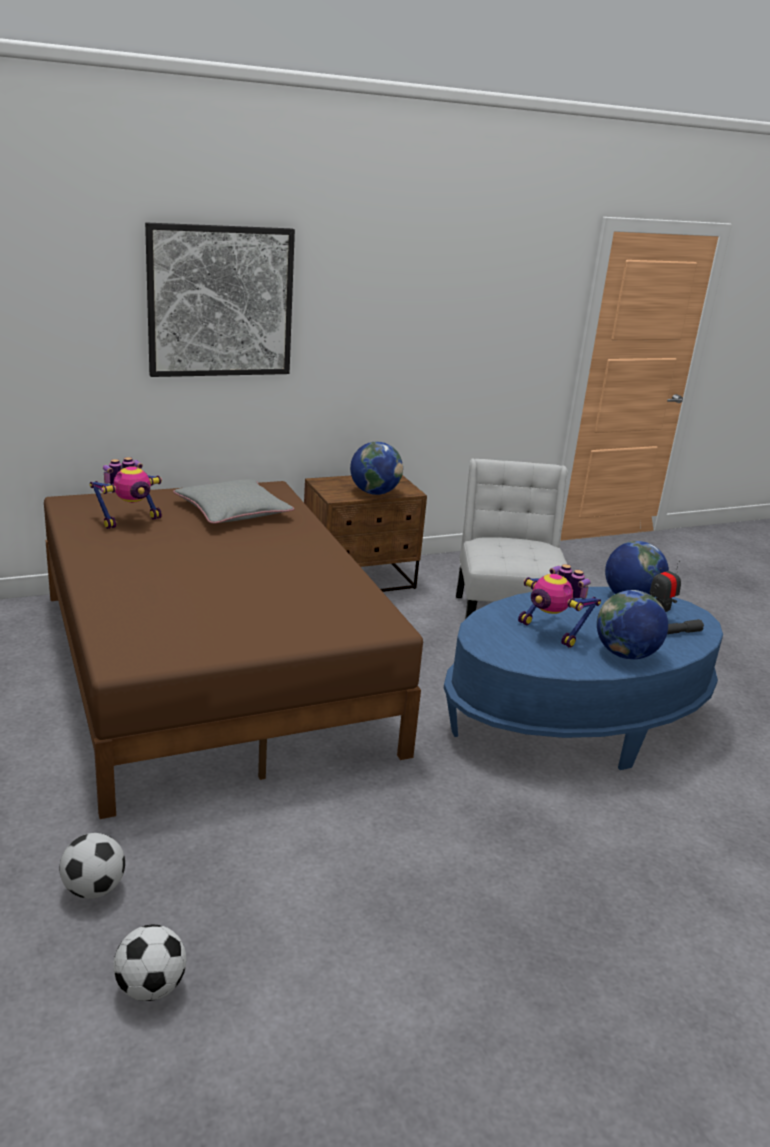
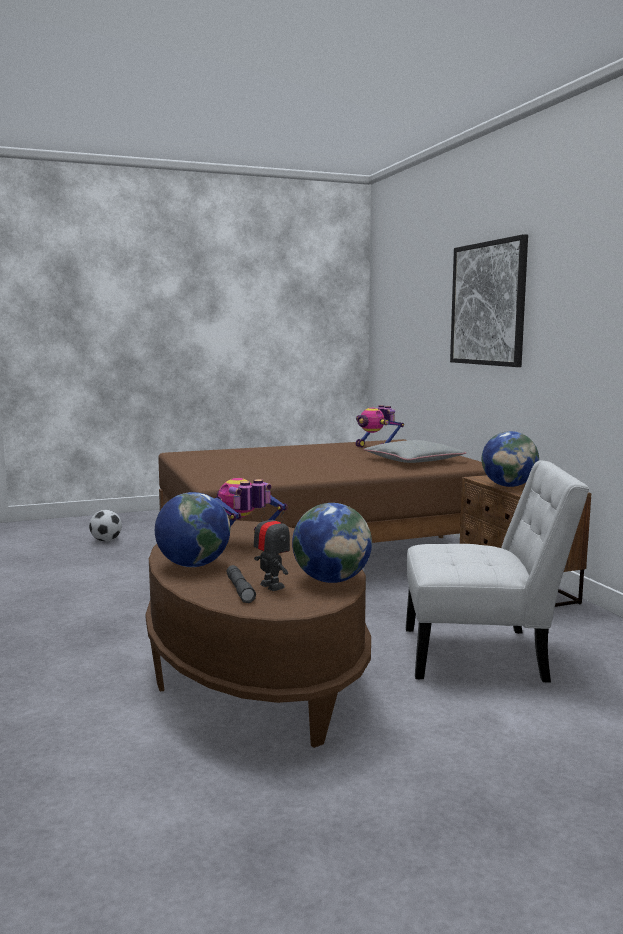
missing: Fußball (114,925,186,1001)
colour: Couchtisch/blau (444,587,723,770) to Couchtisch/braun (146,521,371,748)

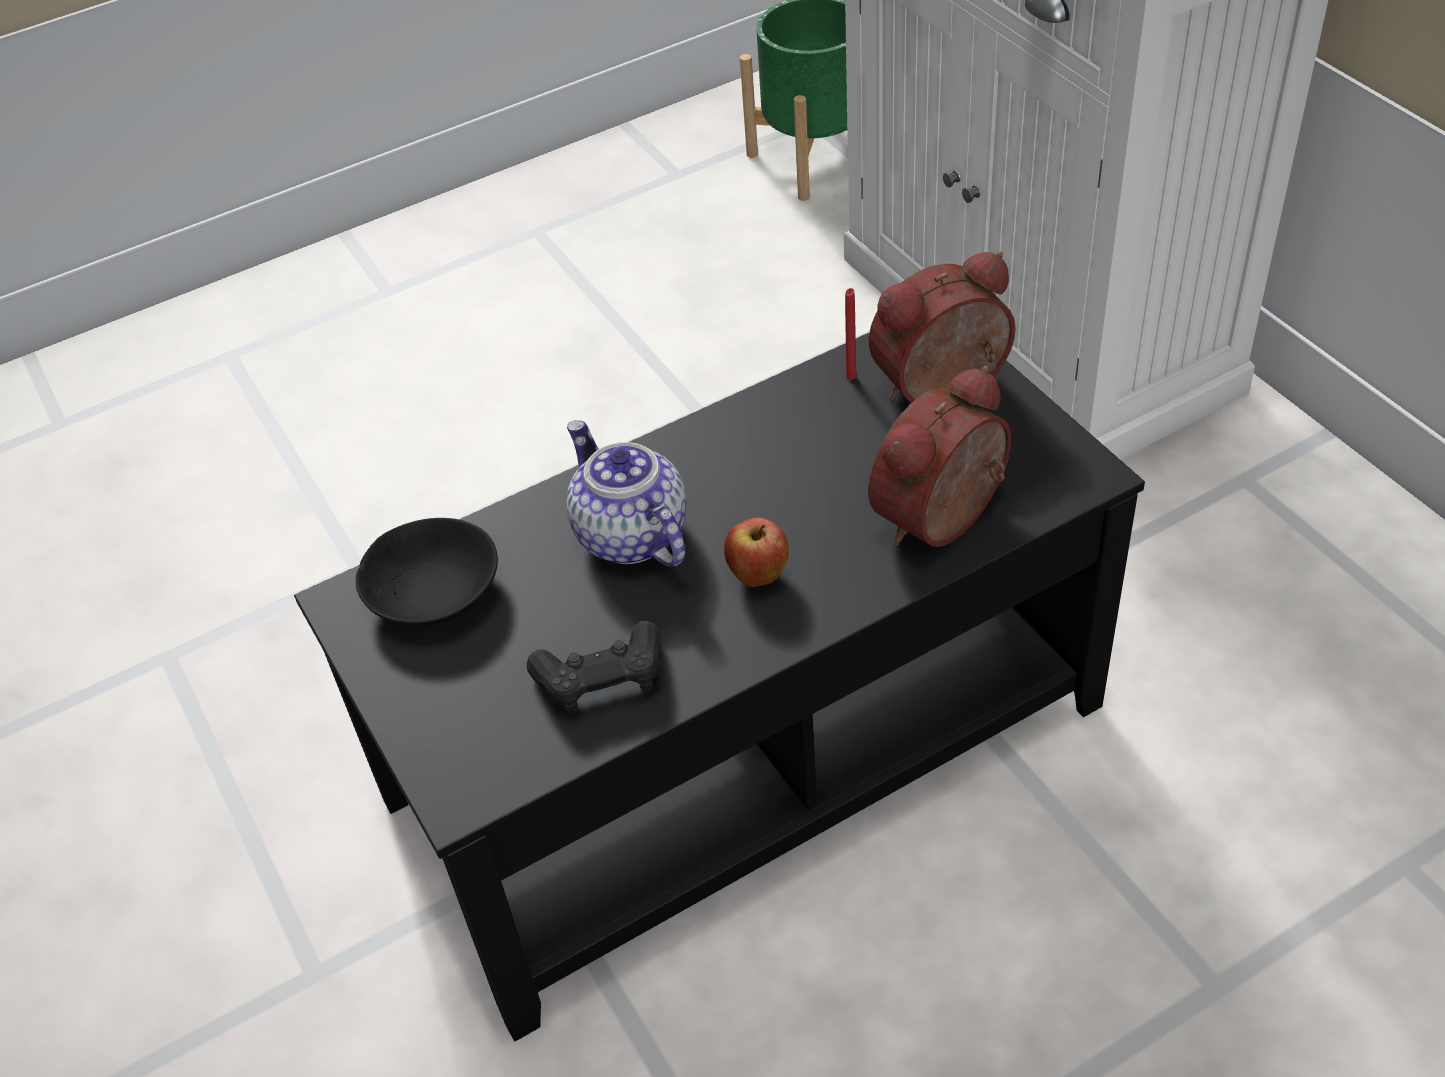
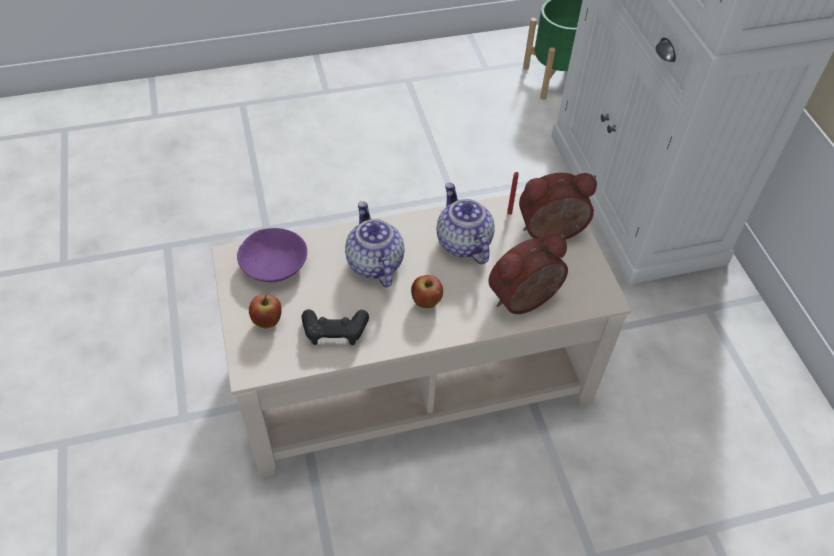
appeared: Teekanne (436,182,495,264); Apfel (249,294,282,328)
colour: Couchtisch/schwarz (294,332,1145,1041) to Couchtisch/beige (211,193,632,478); Schüssel/schwarz (356,518,498,626) to Schüssel/lila (237,228,307,282)

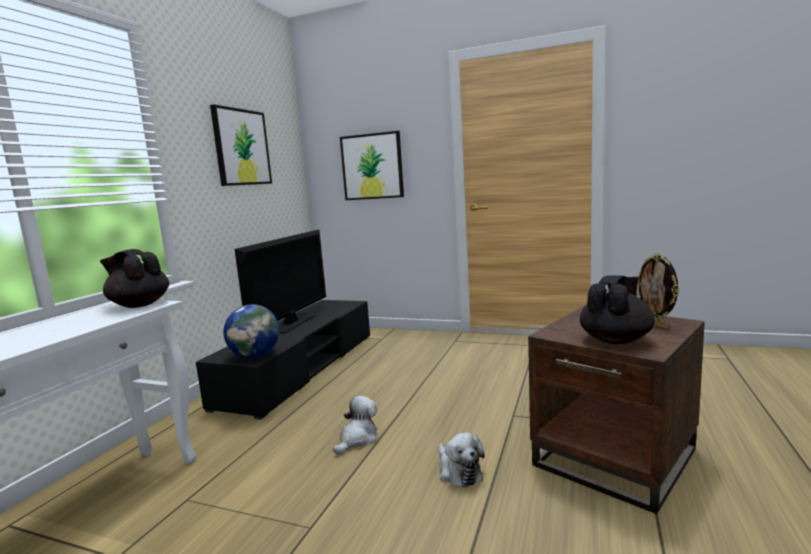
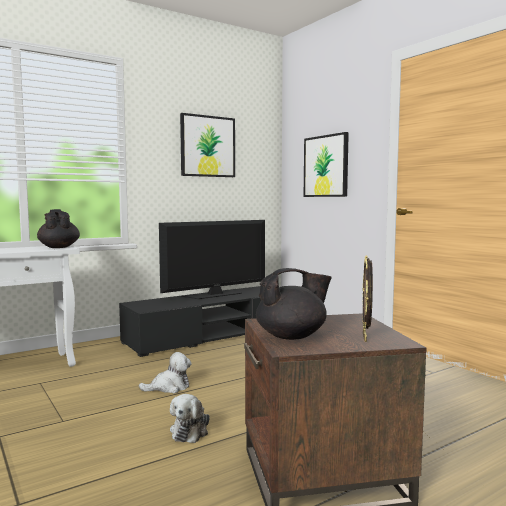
missing: Globus (223,304,279,358)

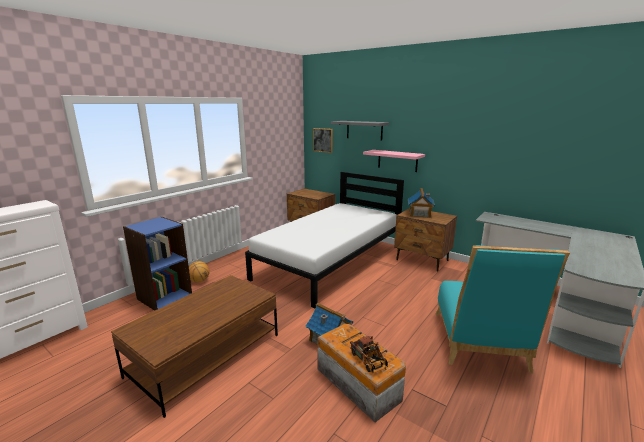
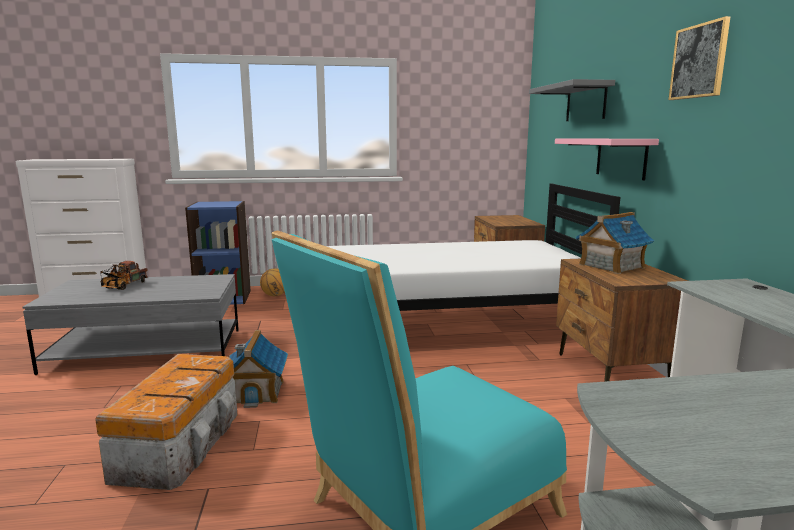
relocated: Bild (313,128,333,153) to (668,16,730,100); Spielzeuglaster (350,336,388,373) to (100,261,148,290)
colour: Couchtisch/braun (111,275,278,418) to Couchtisch/grau (22,274,239,375)

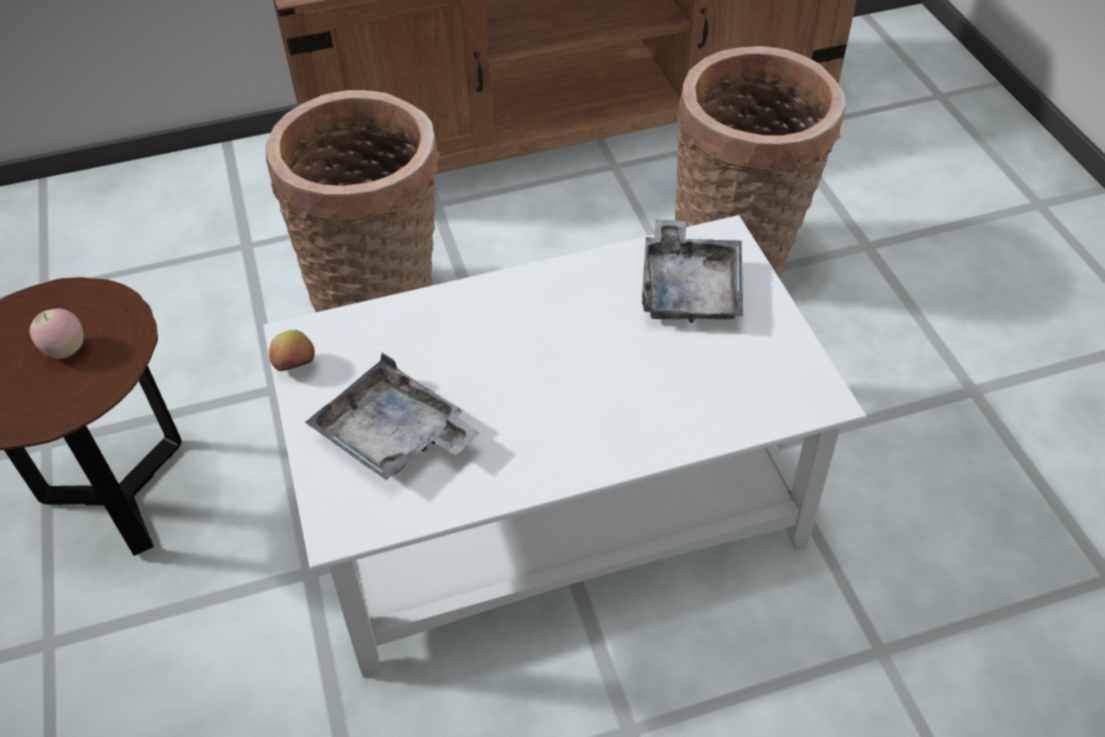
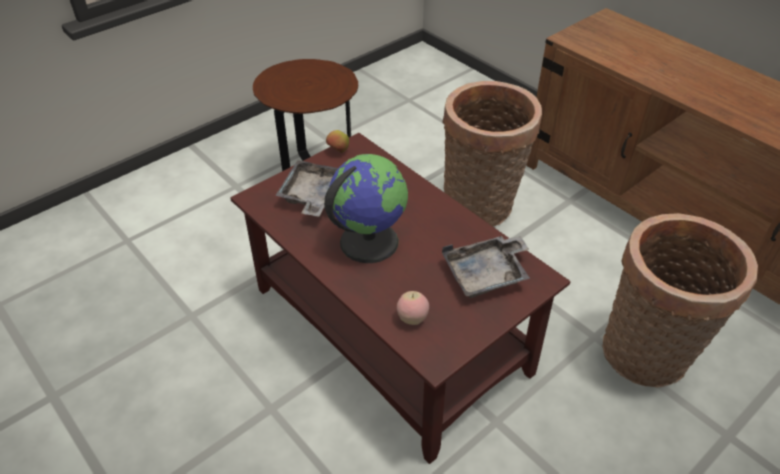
appeared: Globus (324,154,408,263)
relocated: Apfel (30,308,84,359) to (397,291,429,325)
colour: Couchtisch/weiß (263,215,867,678) to Couchtisch/braun (230,133,570,464)

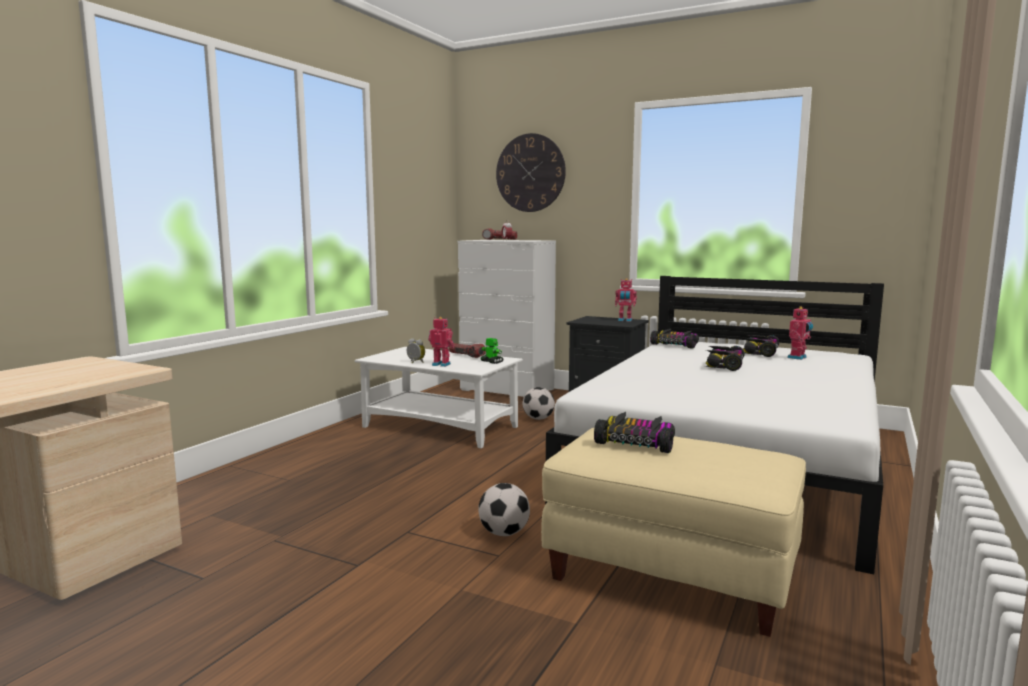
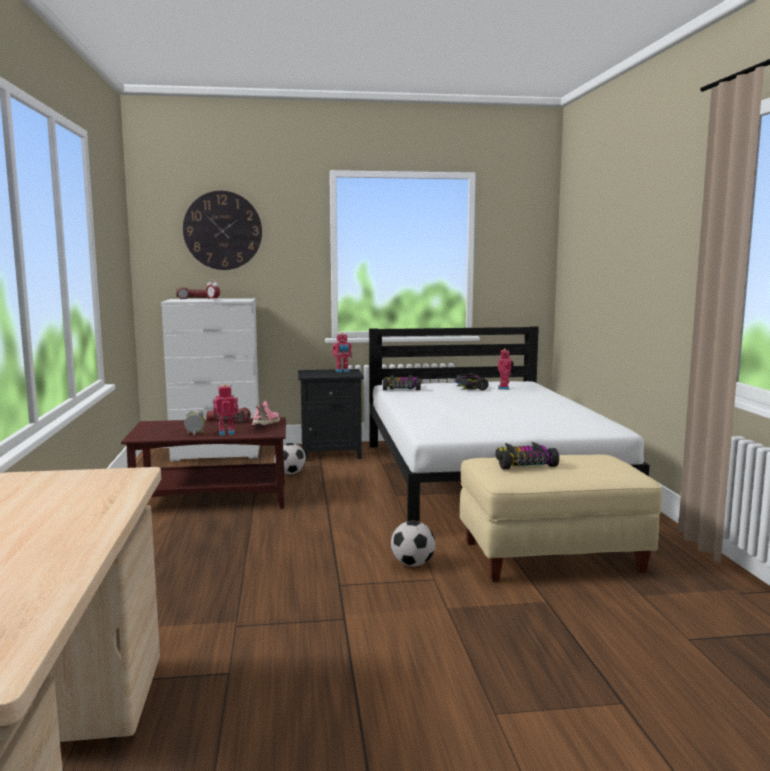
missing: Spielzeugauto (705,346,745,371)
exchanged: Spielzeugroboter (481,338,503,364) to Schuh/rosa (252,401,280,426)
colour: Couchtisch/weiß (355,347,523,448) to Couchtisch/braun (121,417,286,508)

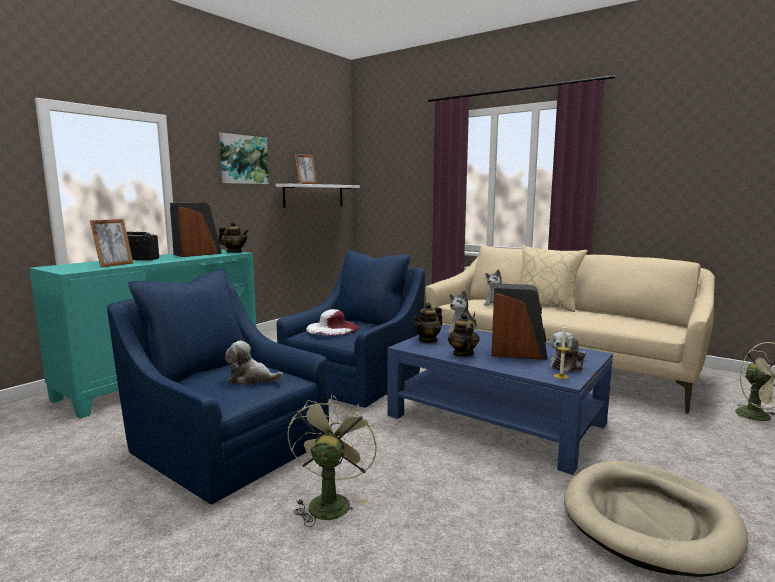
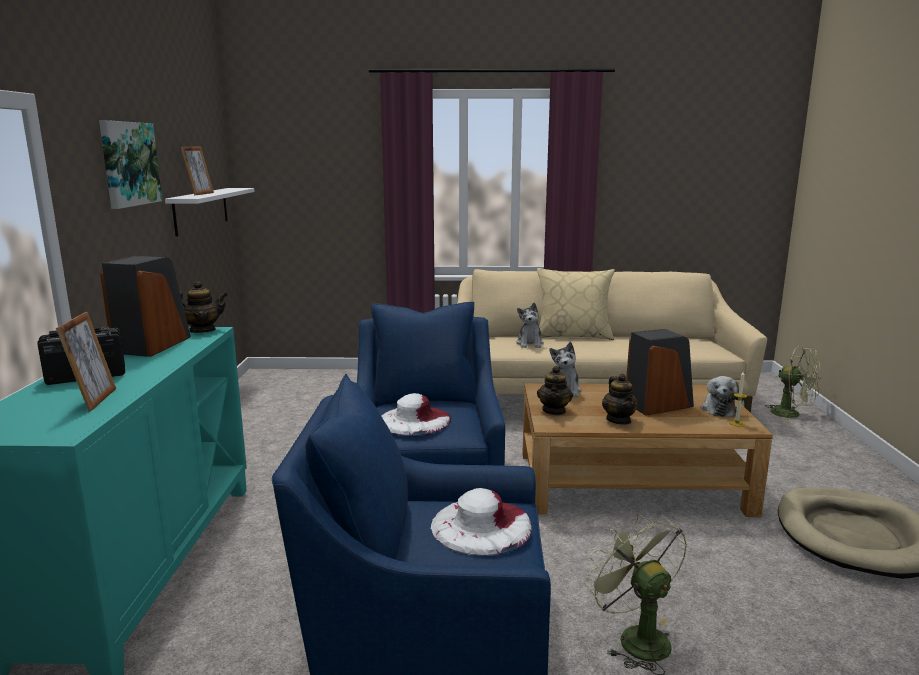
exchanged: Plüschtier (225,341,283,385) to Hut/weiß (431,488,532,556)
colour: Couchtisch/blau (387,324,613,475) to Couchtisch/braun (522,384,773,517)
spun: Teekanne (448,313,480,357) = (602,374,638,425) 150 degrees counterclockwise

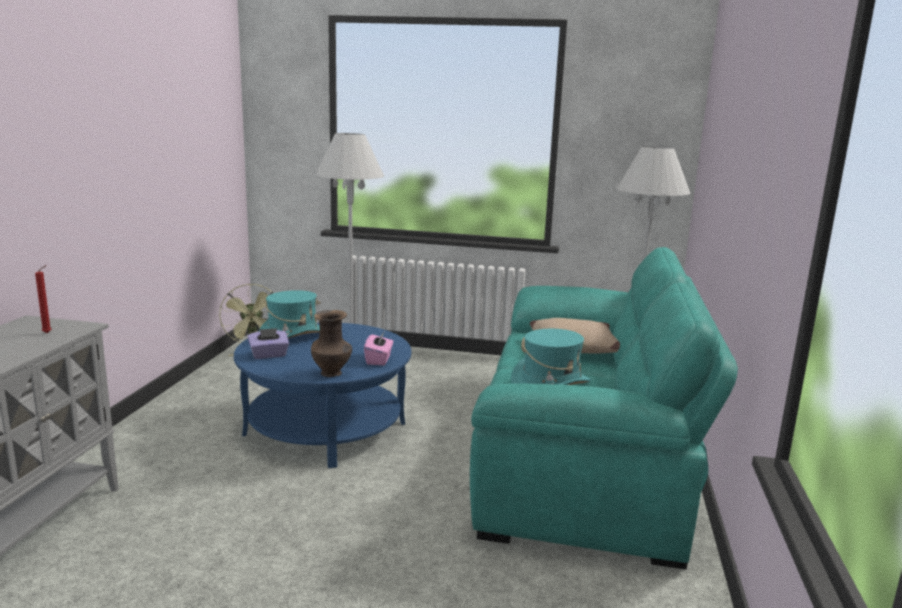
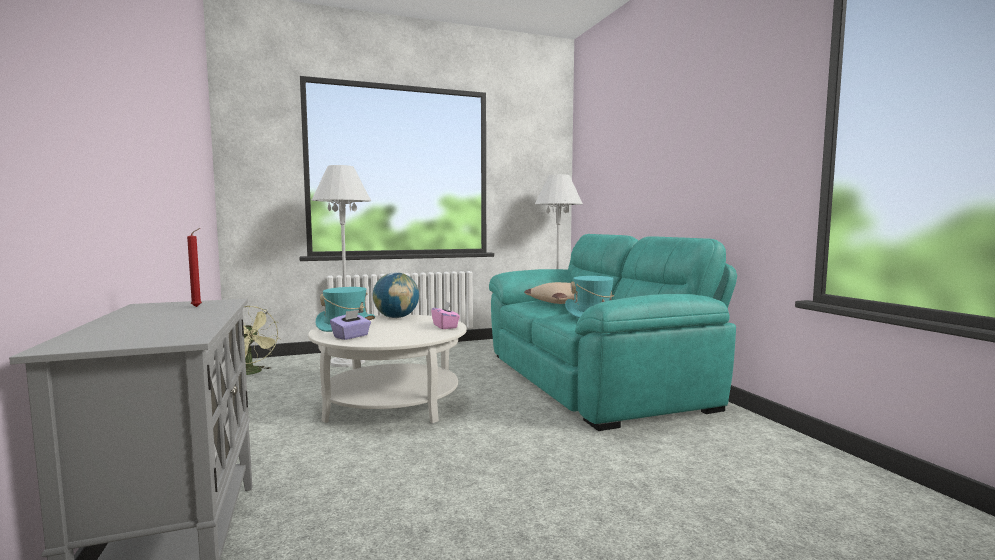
missing: Vase/braun (311,310,352,377)
appeared: Globus (373,272,419,318)
colour: Couchtisch/blau (234,323,411,468) to Couchtisch/weiß (308,315,467,423)

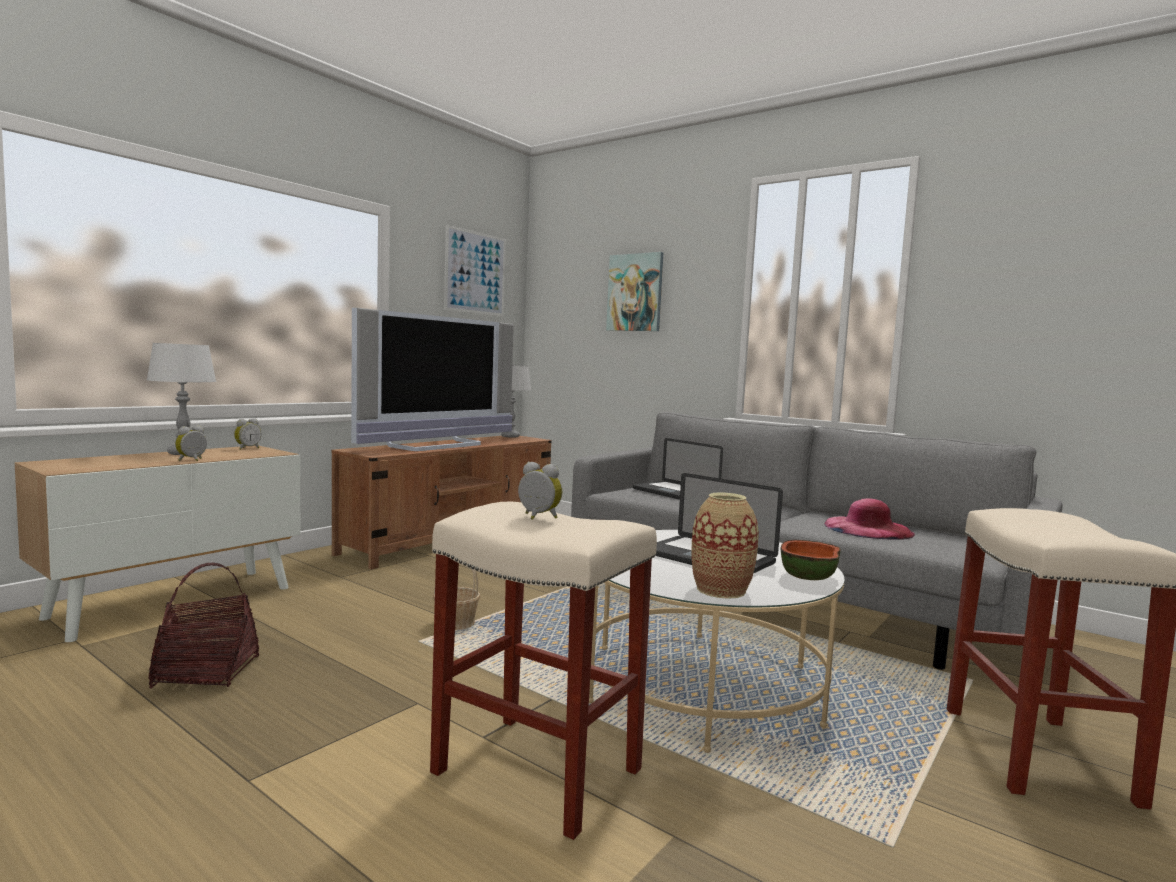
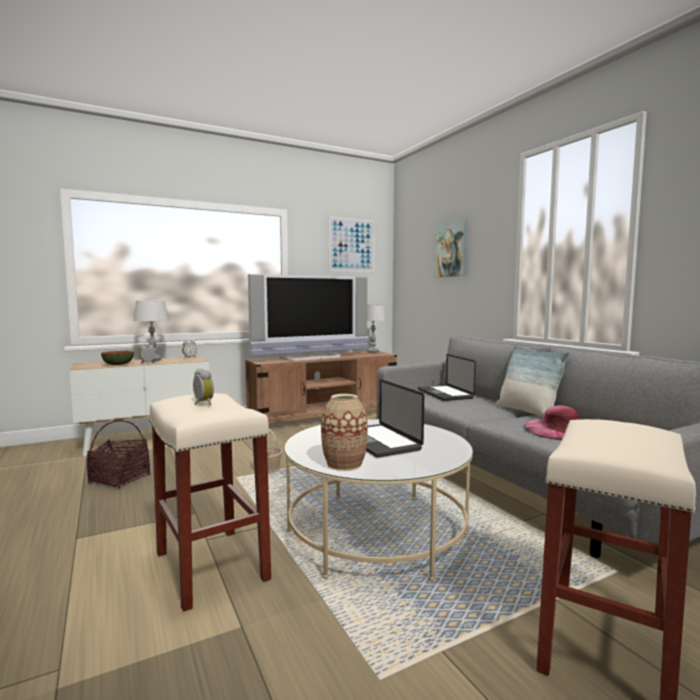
appeared: Kissen (496,345,569,418)
relocated: Schüssel (780,540,841,580) to (101,351,134,365)

